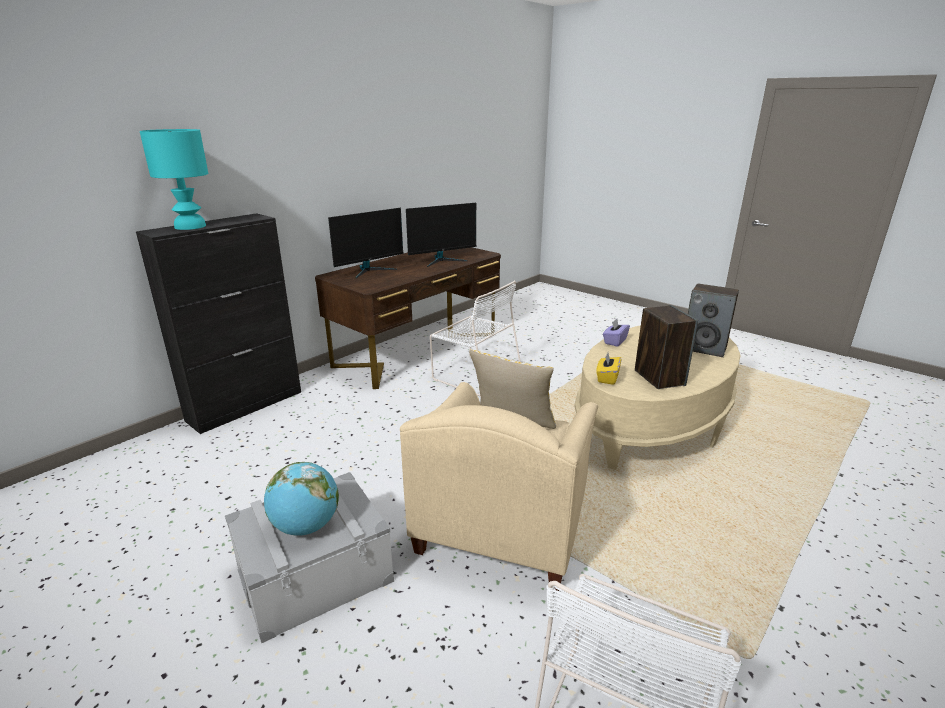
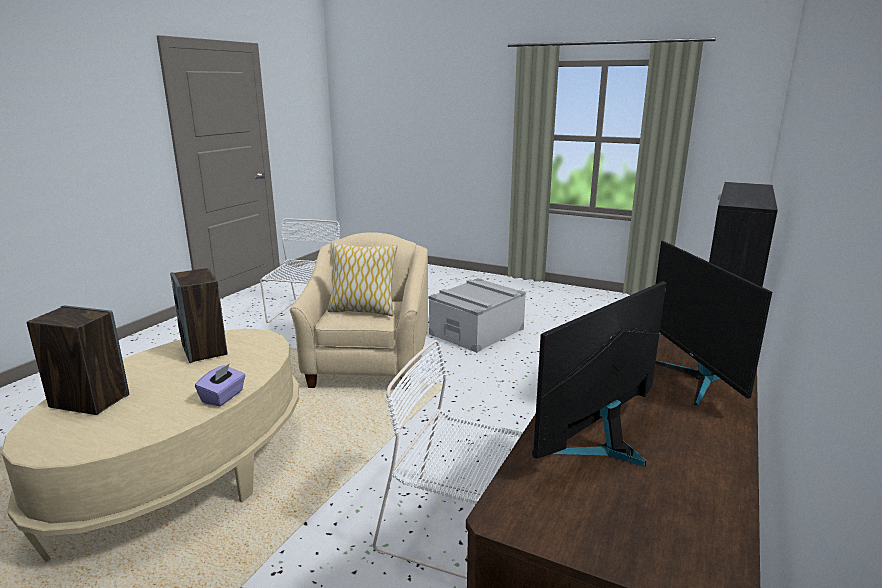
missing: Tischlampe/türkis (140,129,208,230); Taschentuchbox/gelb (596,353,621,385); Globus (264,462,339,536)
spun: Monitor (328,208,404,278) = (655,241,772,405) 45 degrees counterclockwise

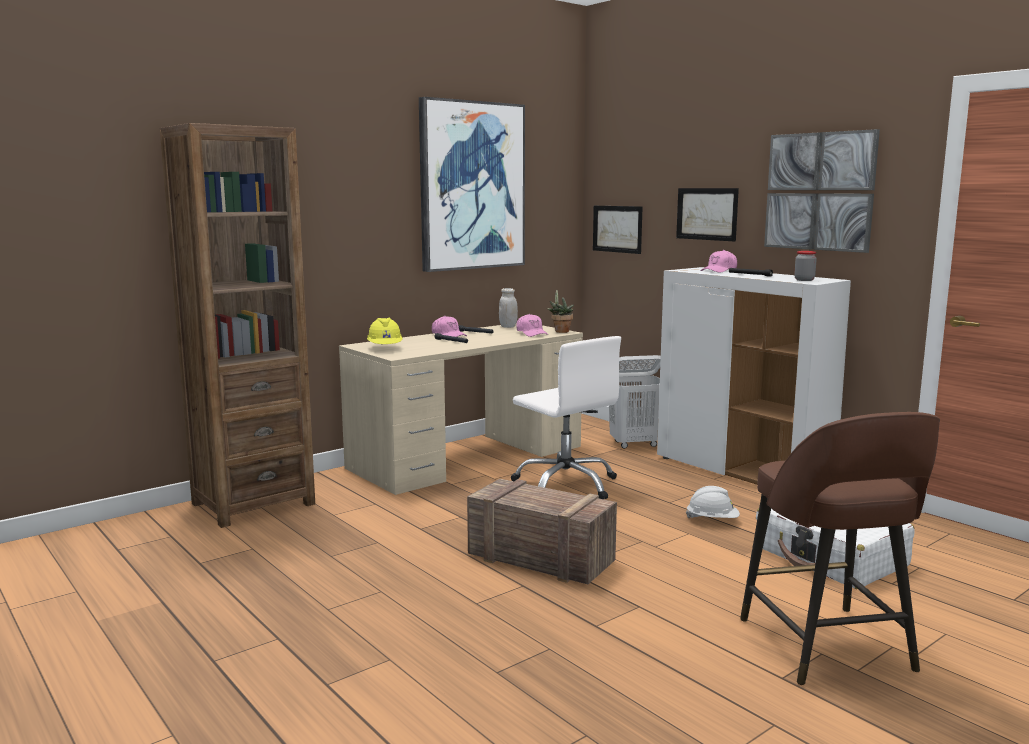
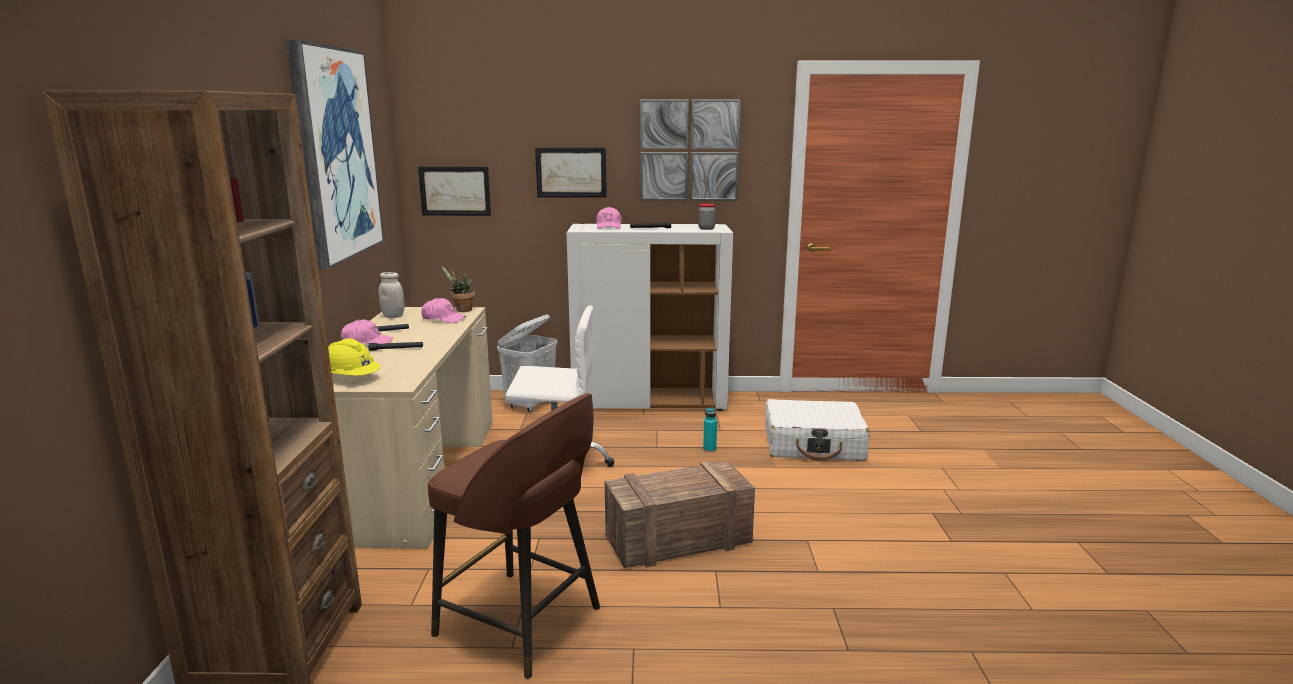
relocated: Hocker/braun (740,412,940,685) to (428,393,600,679)
exchanged: Schutzhelm/weiß (686,486,740,518) to Flasche/türkis (703,408,717,452)

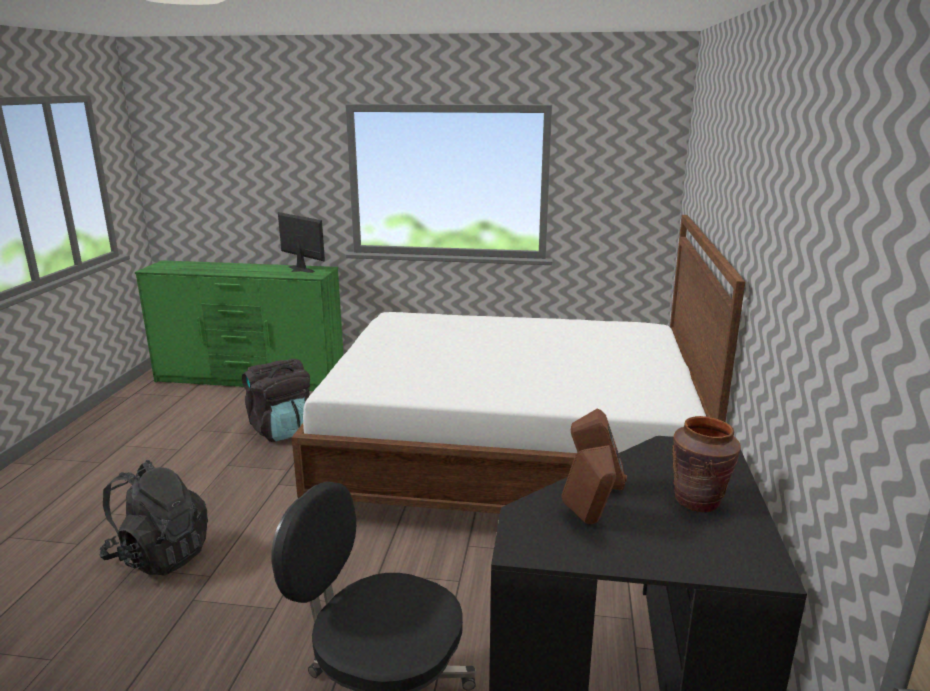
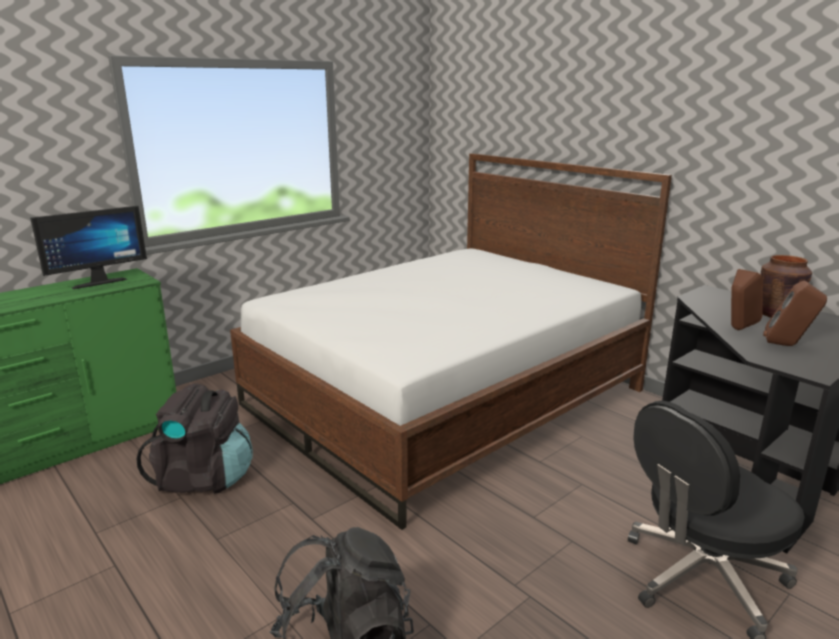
spun: Monitor (278,212,325,273) = (30,206,147,289) 150 degrees clockwise

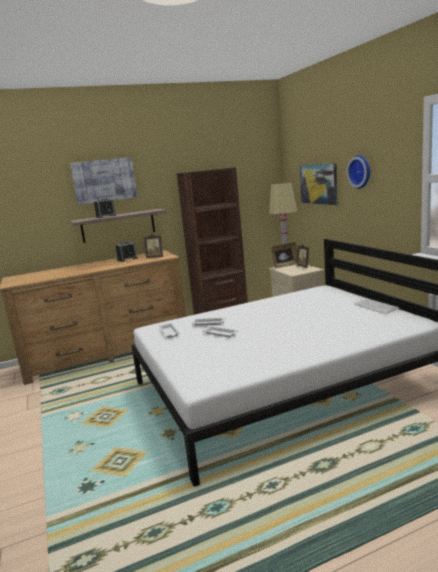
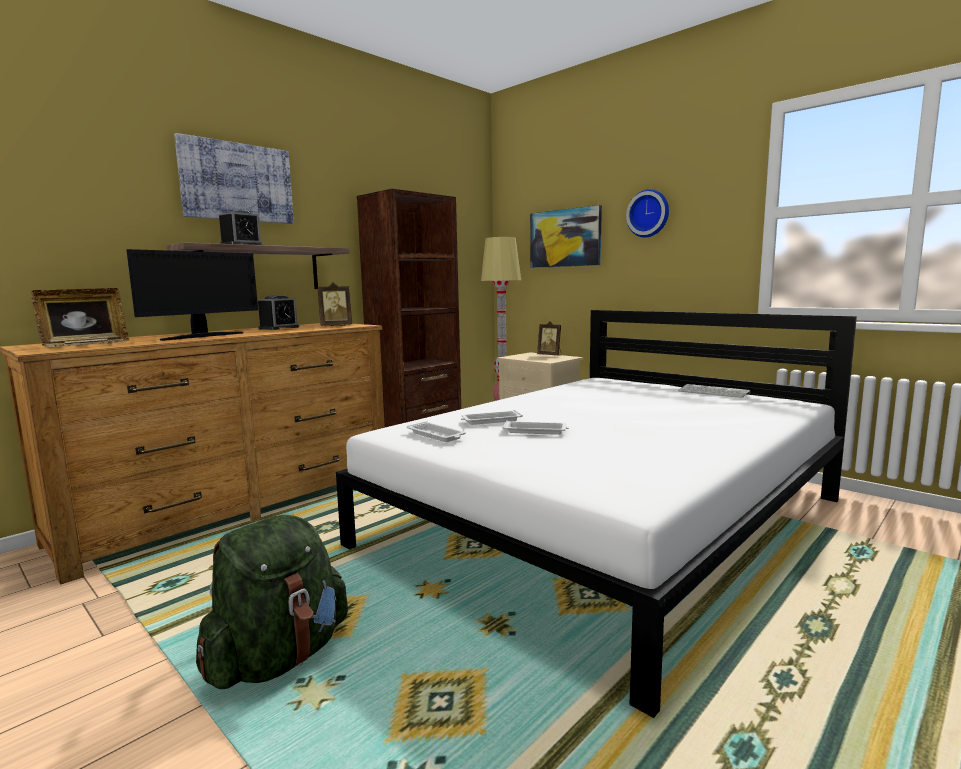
appeared: Monitor (126,249,258,341); Rucksack/grün (196,515,348,689)
relocated: Bilderrahmen (271,242,298,268) to (31,288,129,347)

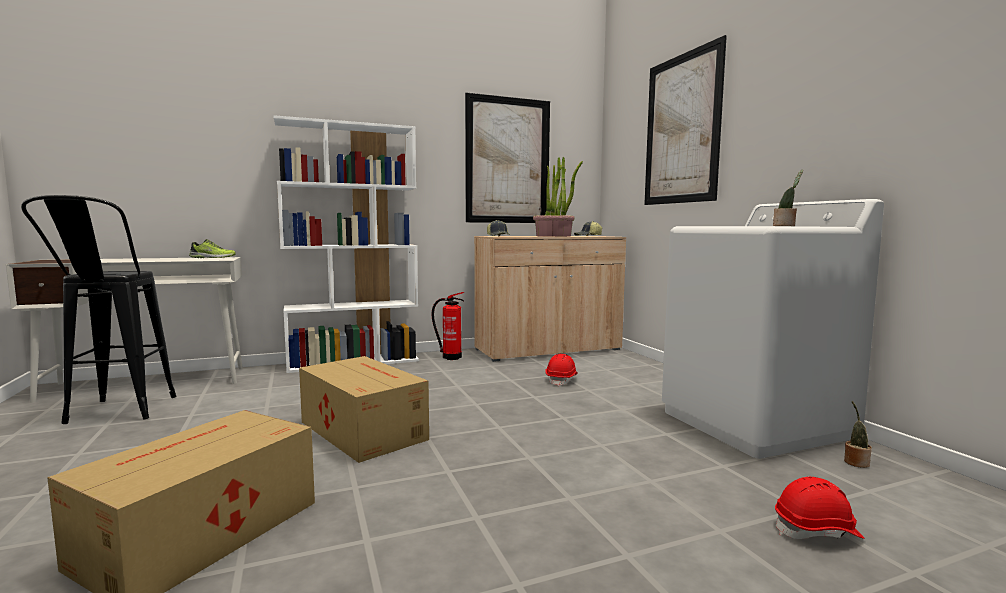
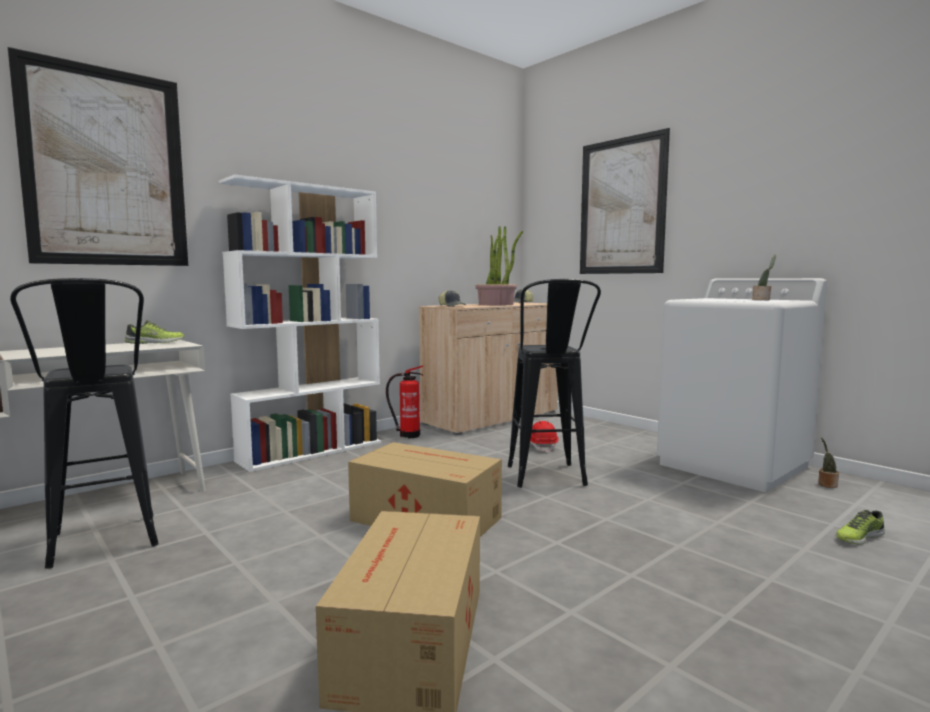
appeared: Hocker/schwarz (508,279,601,488)
relocated: Bild (465,92,550,223) to (8,47,188,266)
exchanged: Schutzhelm/rot (775,477,864,539) to Schuh (836,510,885,545)

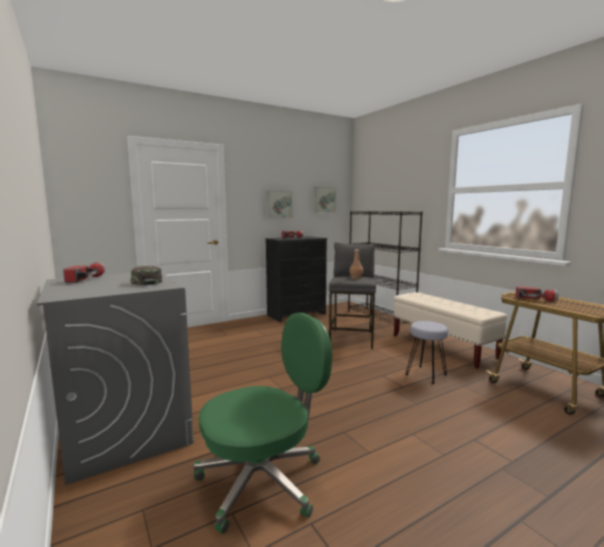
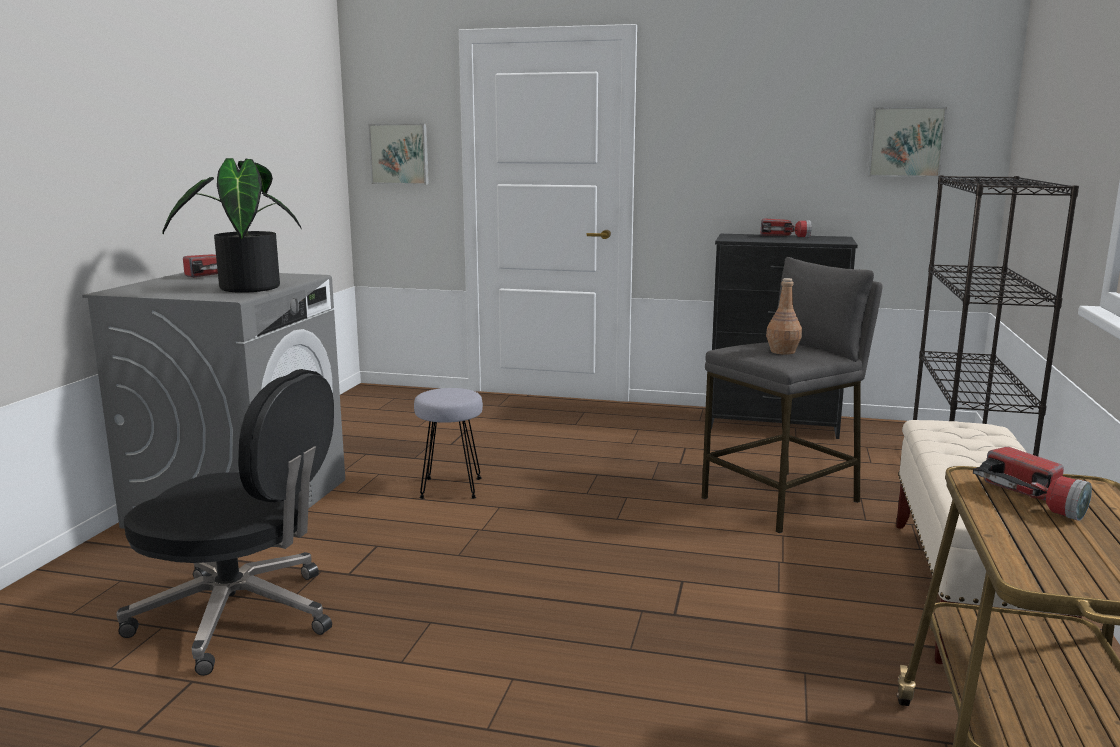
relocated: Bild (267,190,292,218) to (368,124,429,185); Hocker/grau (406,321,448,384) to (414,388,483,499)
exchanged: Kappe/grün (130,266,162,285) to Topfpflanze (162,158,302,293)
colour: Bürostuhl/grün (193,313,332,534) to Bürostuhl/schwarz (116,369,334,676)

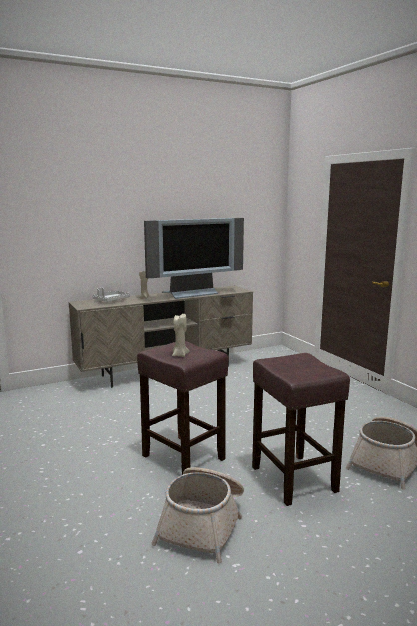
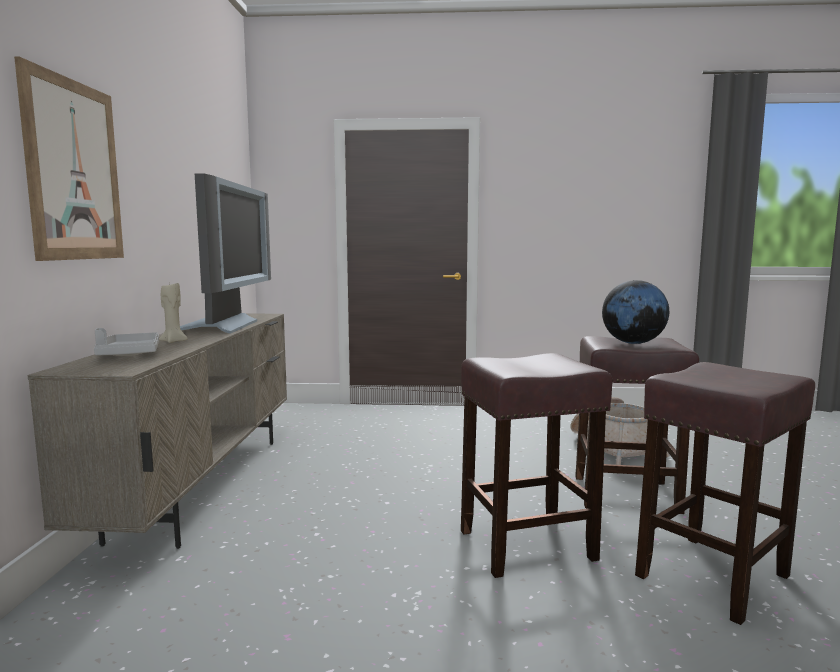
missing: Kerze/beige (172,314,190,357)
appeared: Bild (14,56,124,261); Globus (602,280,669,344)
exchanged: Korb (151,467,244,563) to Hocker/braun (635,362,815,625)

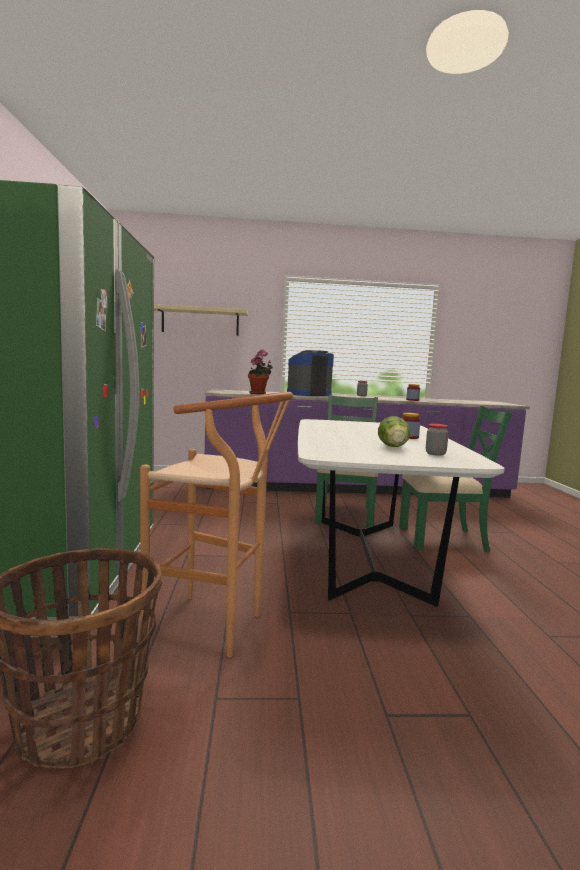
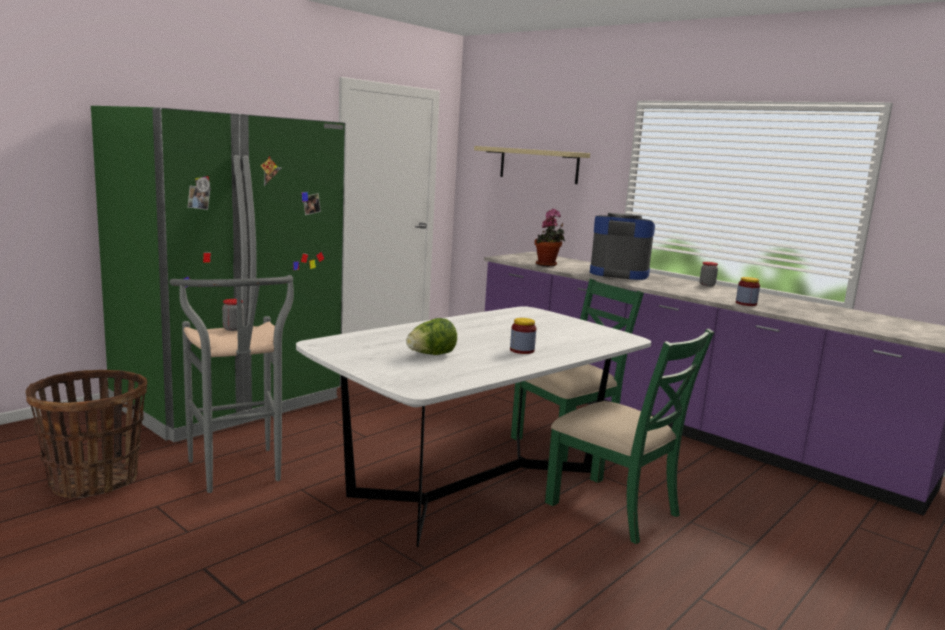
relocated: Vorratsglas (426,424,449,456) to (222,299,244,331)
colour: Hocker/braun (140,392,293,657) to Hocker/grau (169,275,294,493)

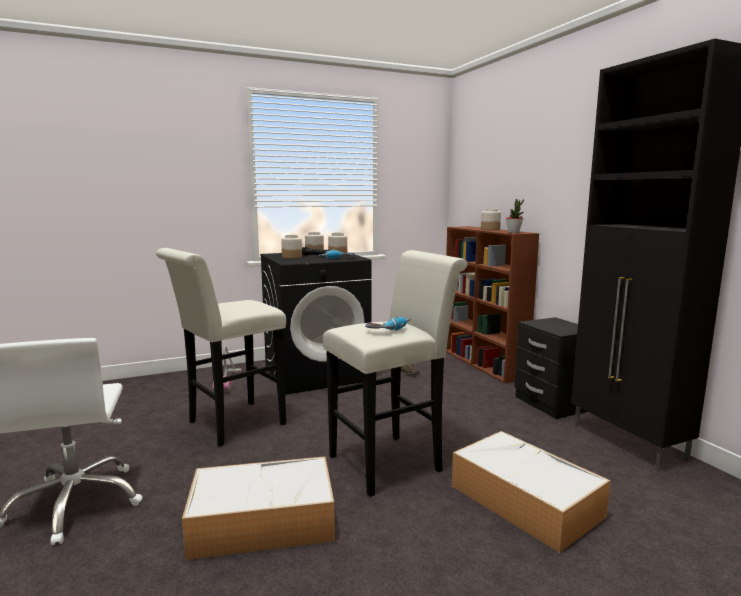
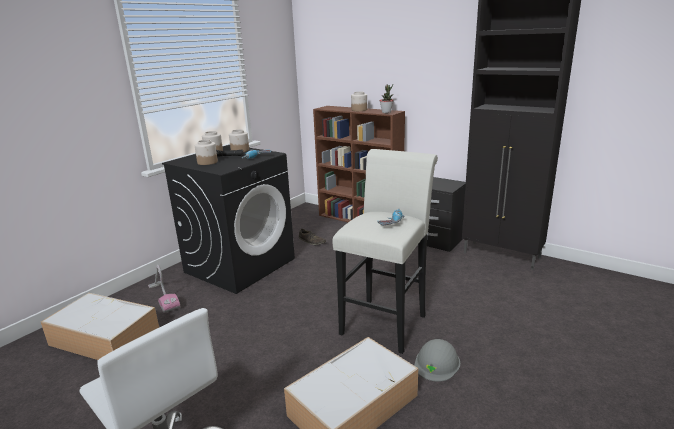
missing: Hocker/weiß (156,248,286,447)
appeared: Schutzhelm/grau (415,339,460,382)
relocated: Aufbewahrungsbox (452,431,611,553) to (41,293,159,360)

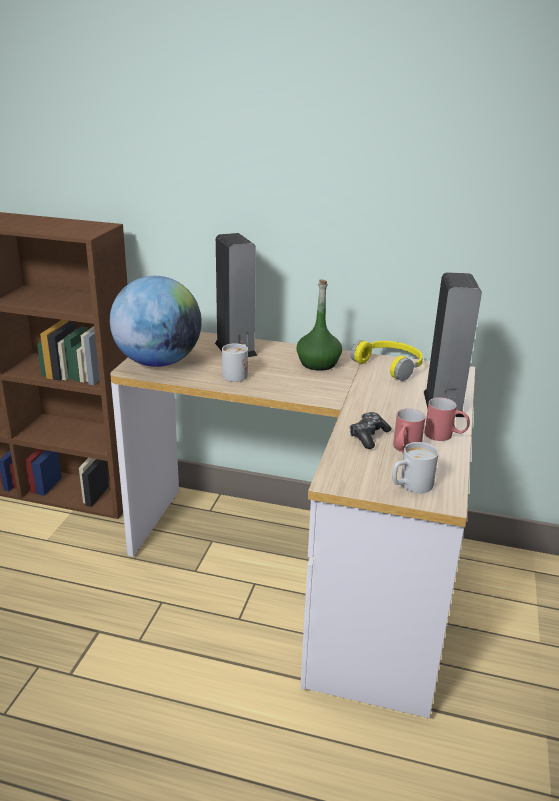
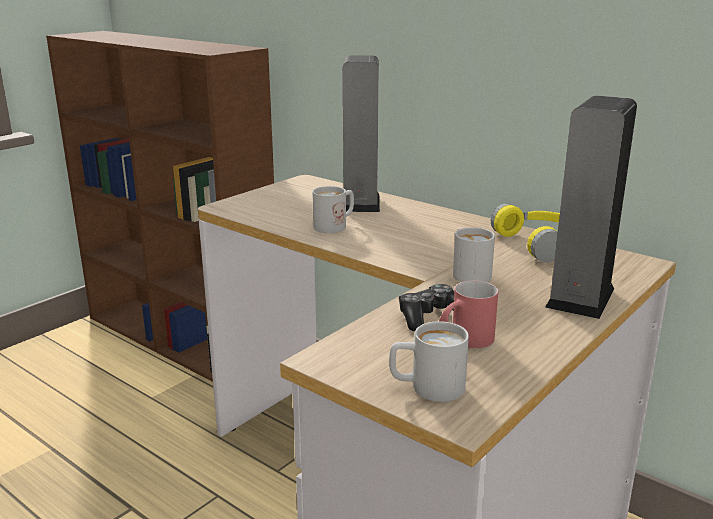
missing: Globus (110,276,202,367); Flasche/grün (296,279,342,371); Henkelbecher/rot (425,398,470,441)
appeared: Henkelbecher/weiß (453,228,495,282)

